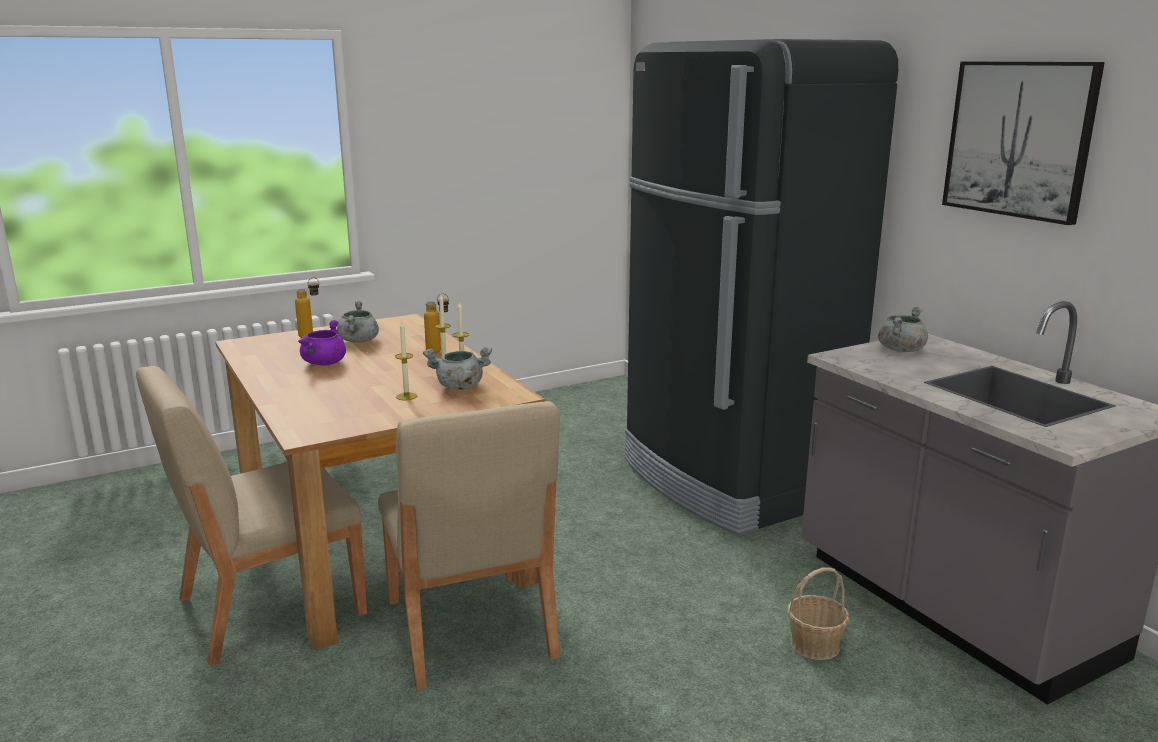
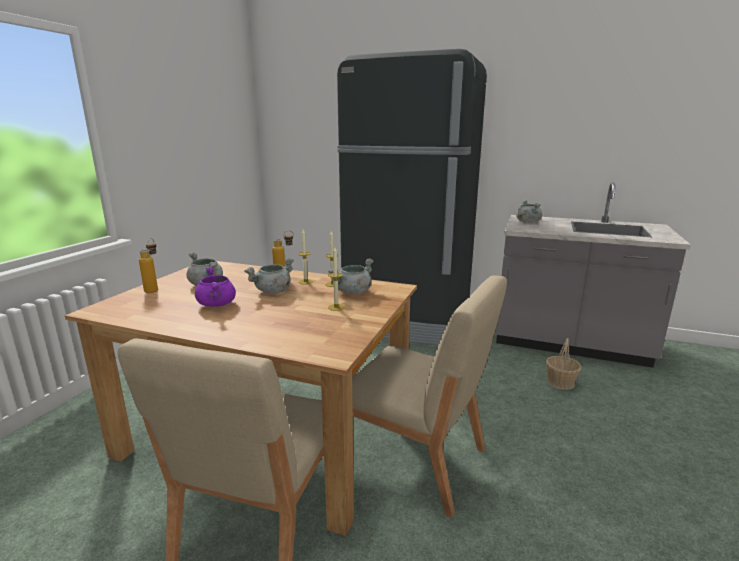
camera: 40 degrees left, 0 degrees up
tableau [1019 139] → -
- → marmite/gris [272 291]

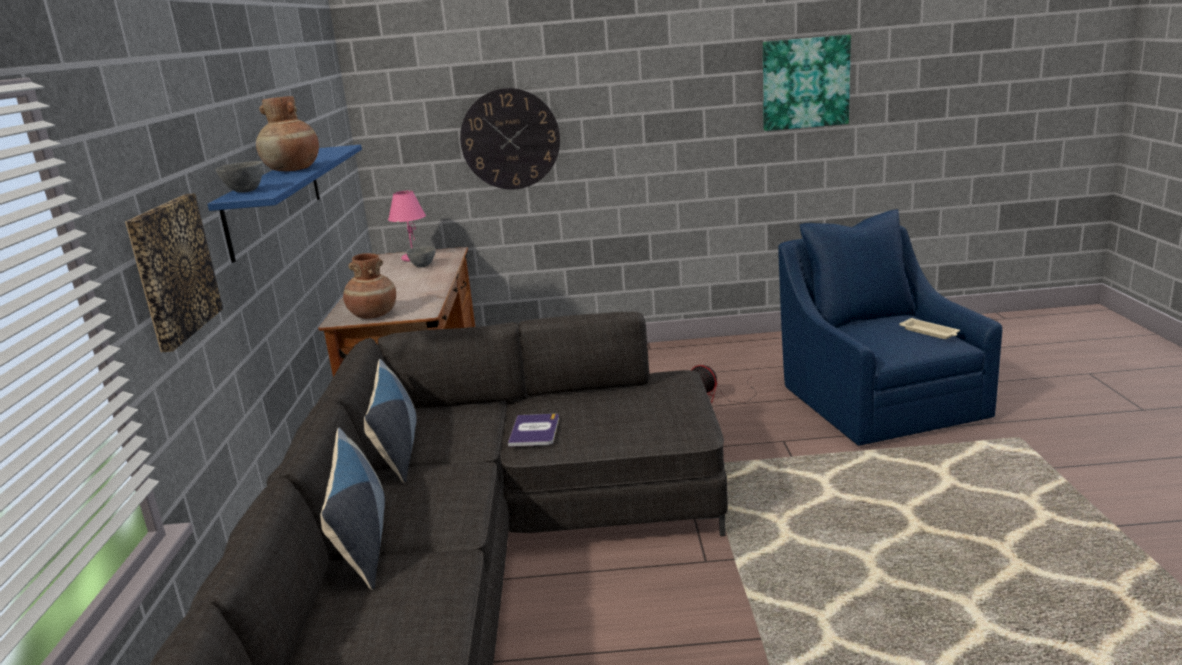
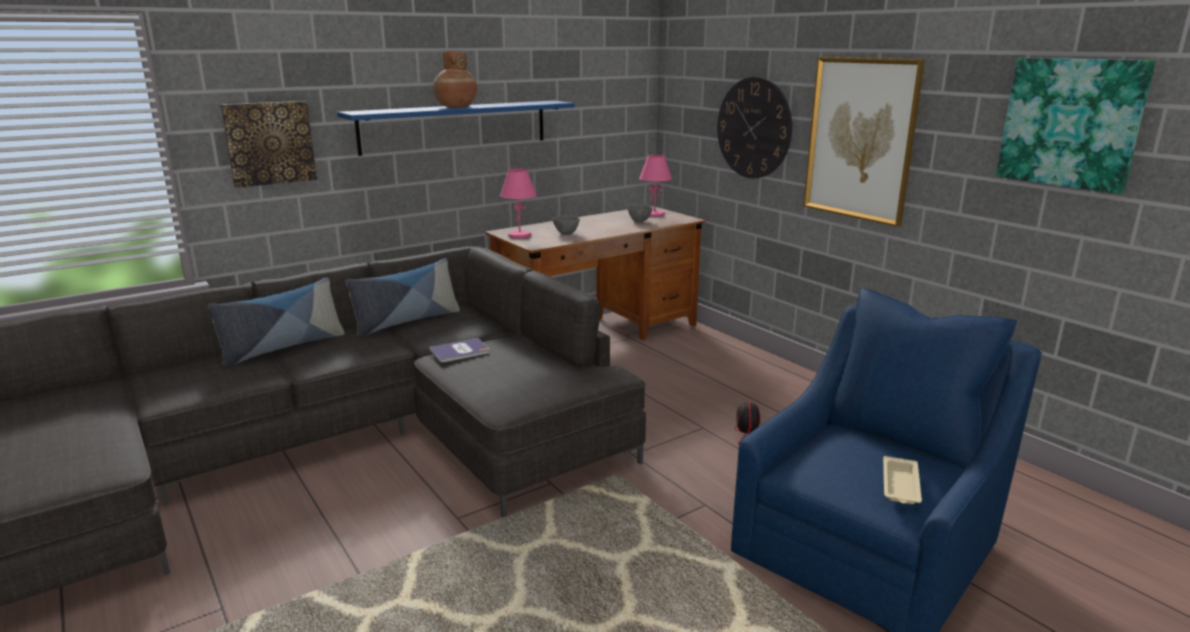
camera: 55 degrees right, 0 degrees up
bol/gris [246 191] → bol/gris [566 233], move
vase/marron [373 315] → lampe de table/rose [519 236]
- → tableau [860 139]

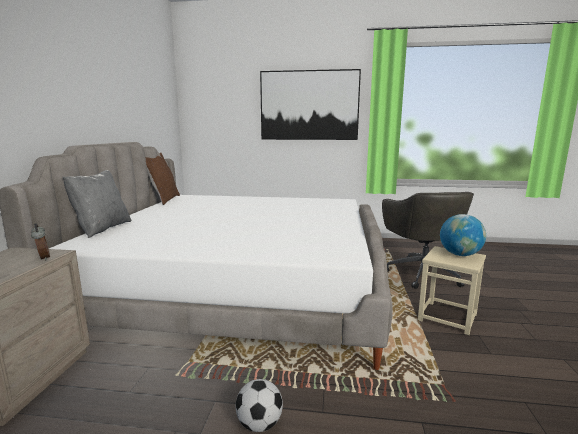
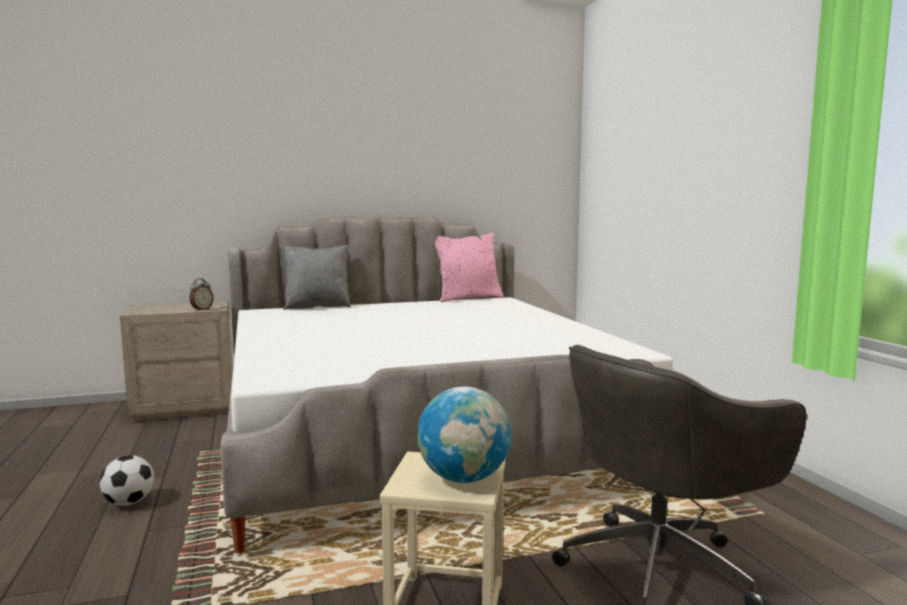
camera: 65 degrees right, 5 degrees down
coussin/marron [164 200] → coussin/rose [467 298]
tableau [309 105] → -

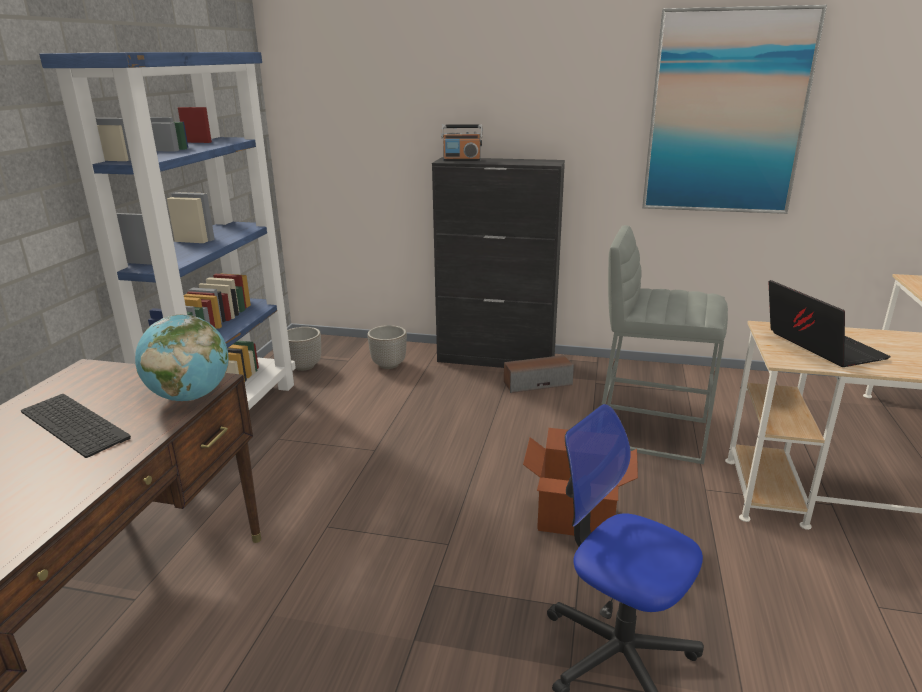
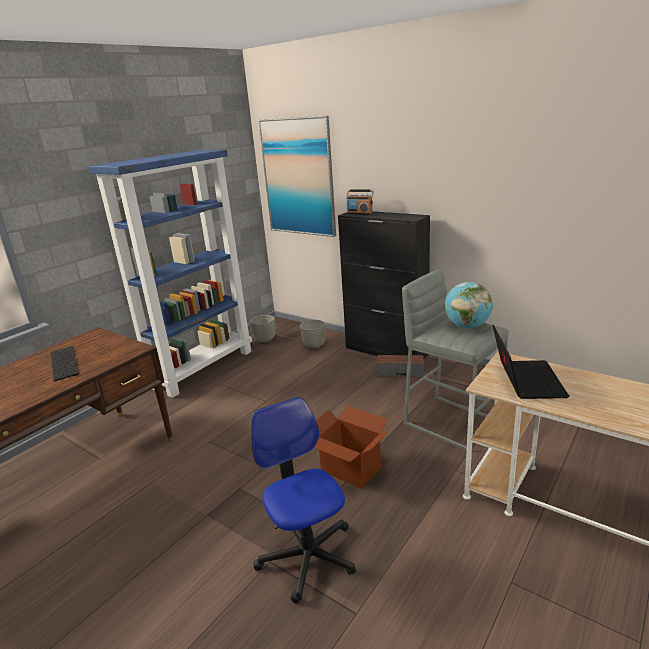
camera: 25 degrees right, 0 degrees up
globe [190 396] → globe [467 326], move
tableau [726 114] → tableau [298 177], move

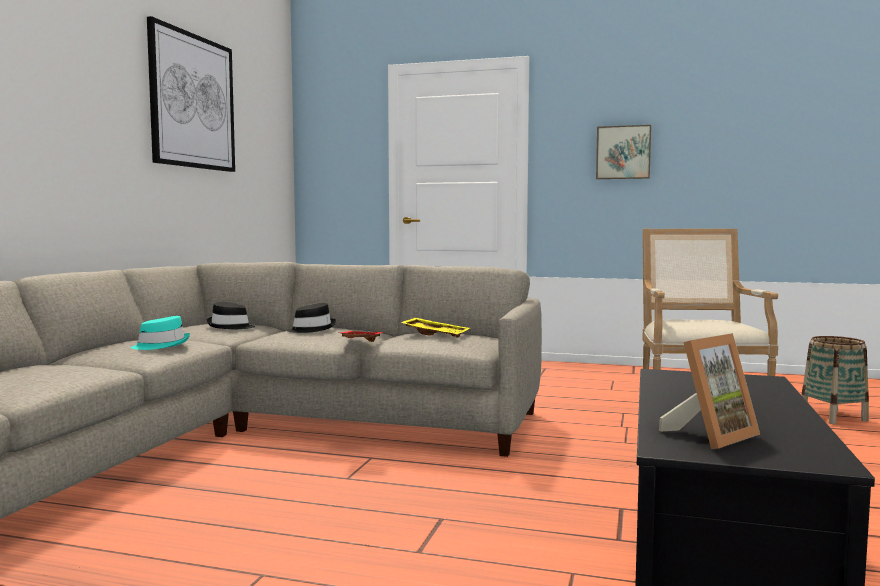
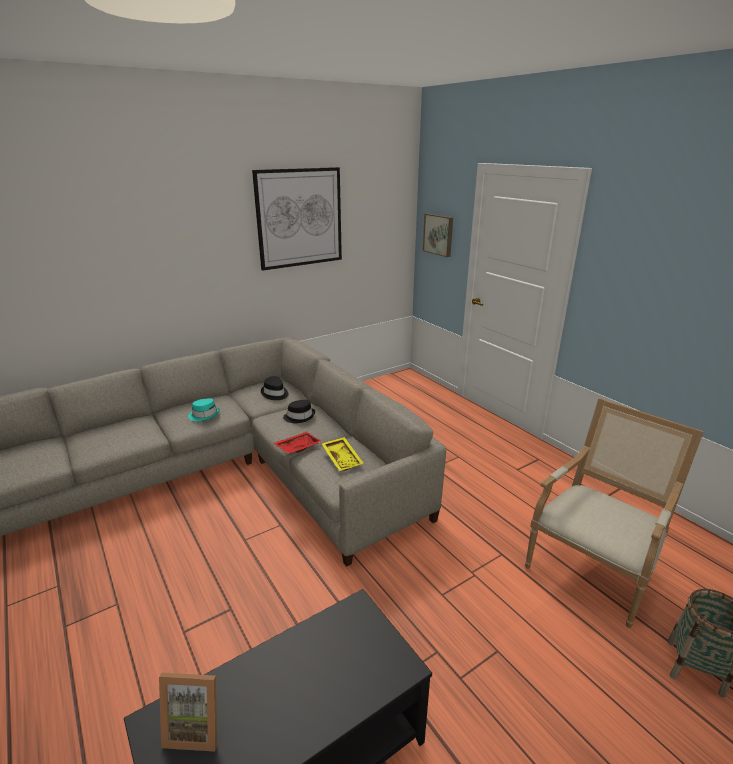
camera: 40 degrees right, 20 degrees up
tableau [623 152] → tableau [439 234], move

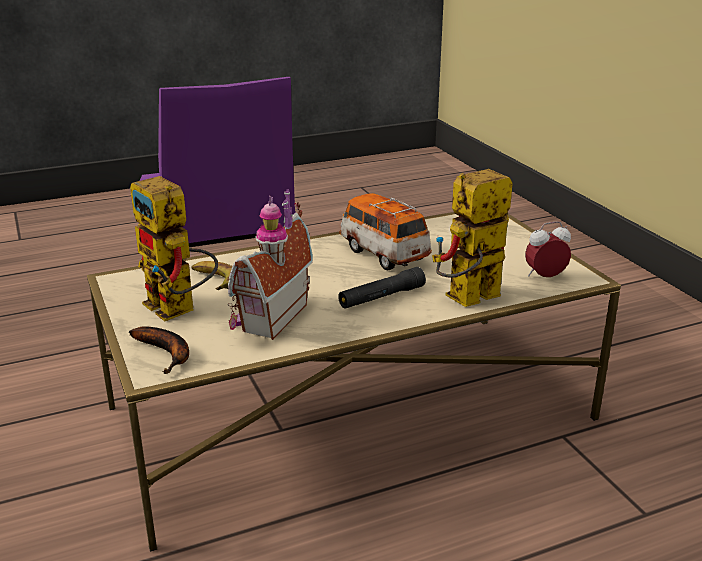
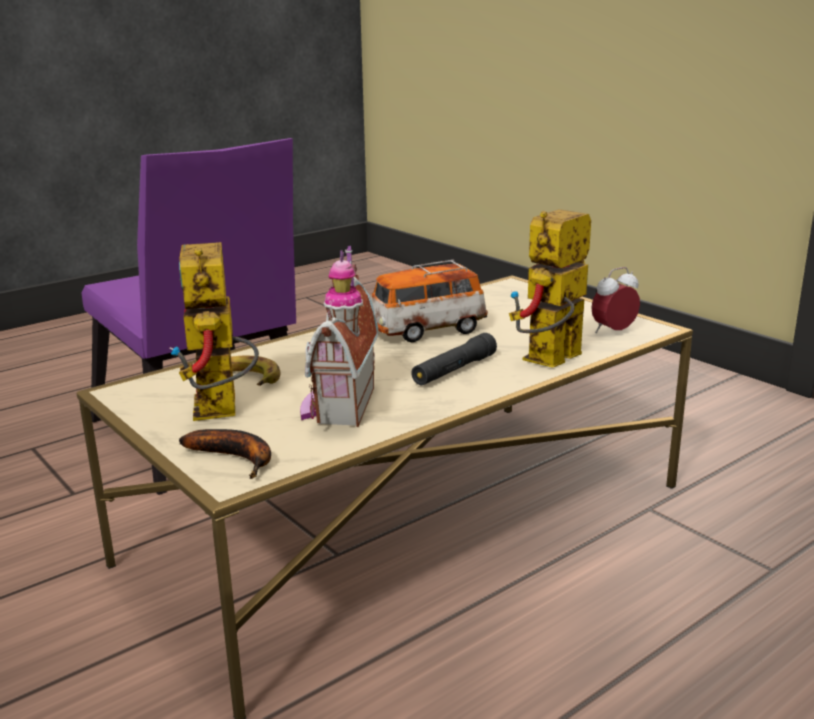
camera: 15 degrees left, 5 degrees down
robot jouet [179 310] → robot jouet [222 412], 45 degrees clockwise
petite voiture [383 254] → petite voiture [427 330], 60 degrees counterclockwise

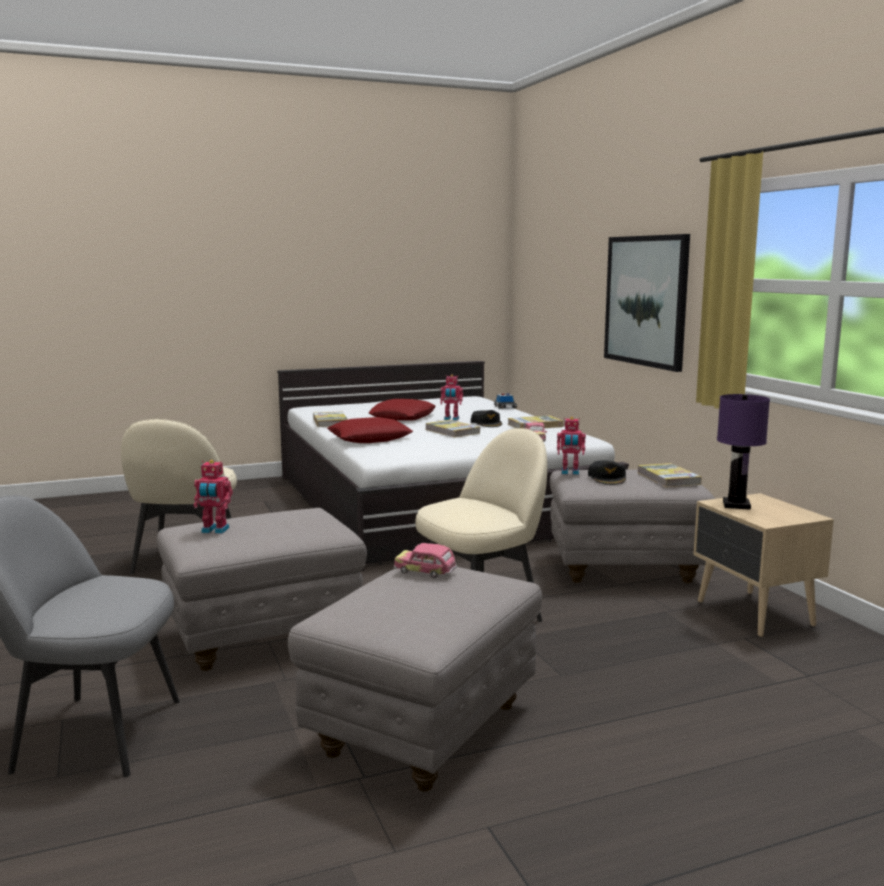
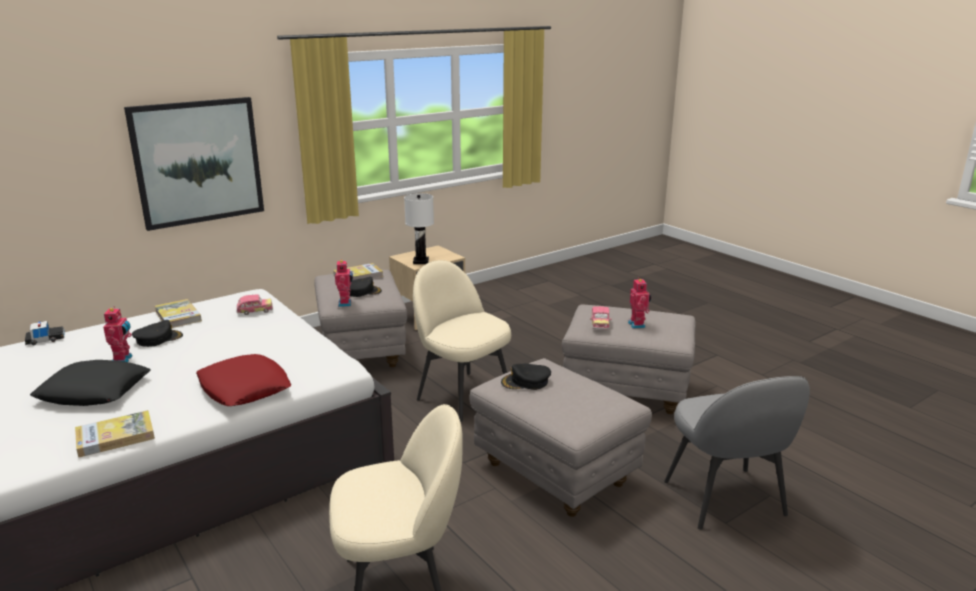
camera: 105 degrees left, 10 degrees up
robot jouet [214 530] → robot jouet [638 325], move
coussin/rouge [403 417] → coussin/noir [94 391]
livre [452 431] → -
lampe de table/violet [736 505] → lampe de table/blanc [421 261]
- → casquette/noir [526 382]

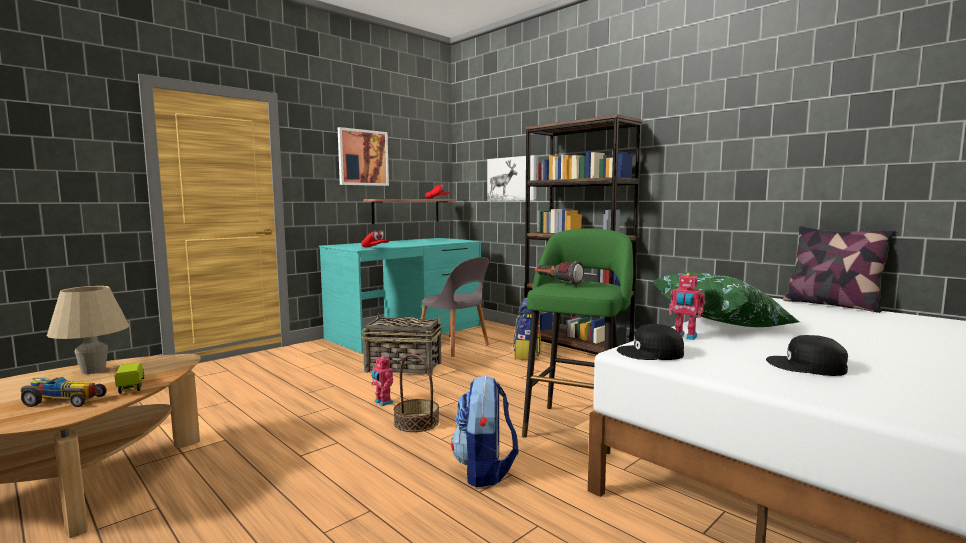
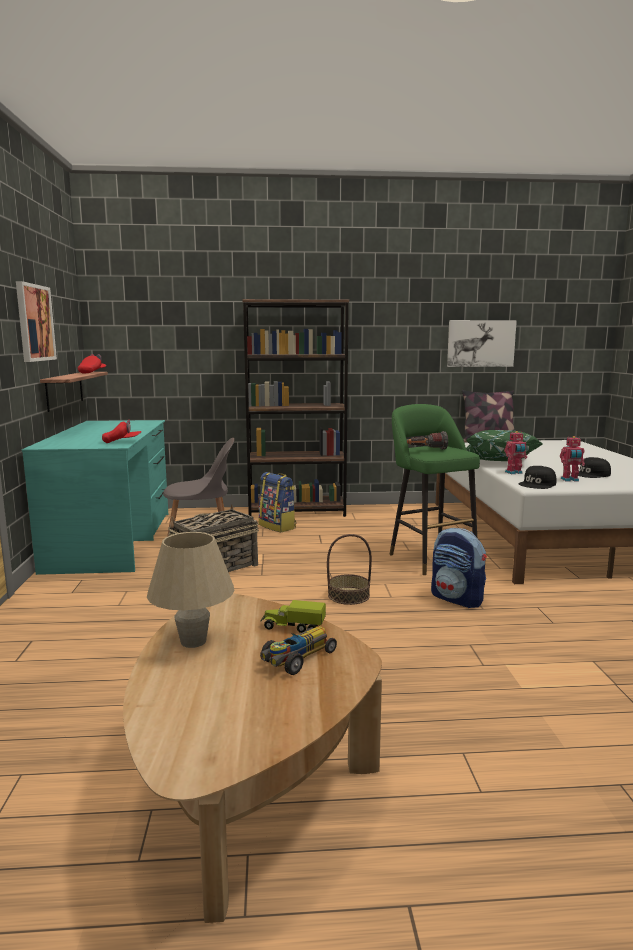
camera: 50 degrees left, 5 degrees up
robot jouet [382 402] → robot jouet [570 480], move
tableau [512 179] → tableau [480 343], move

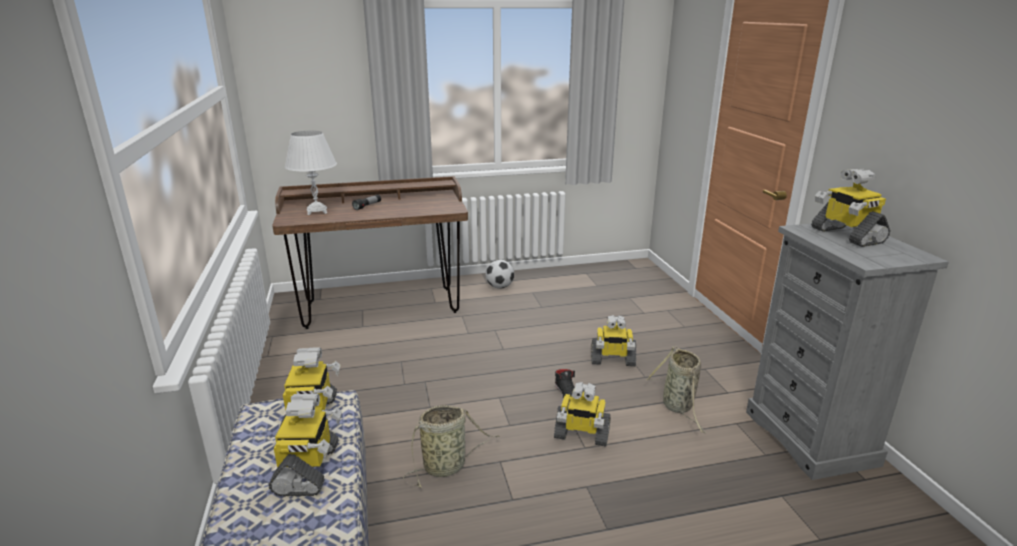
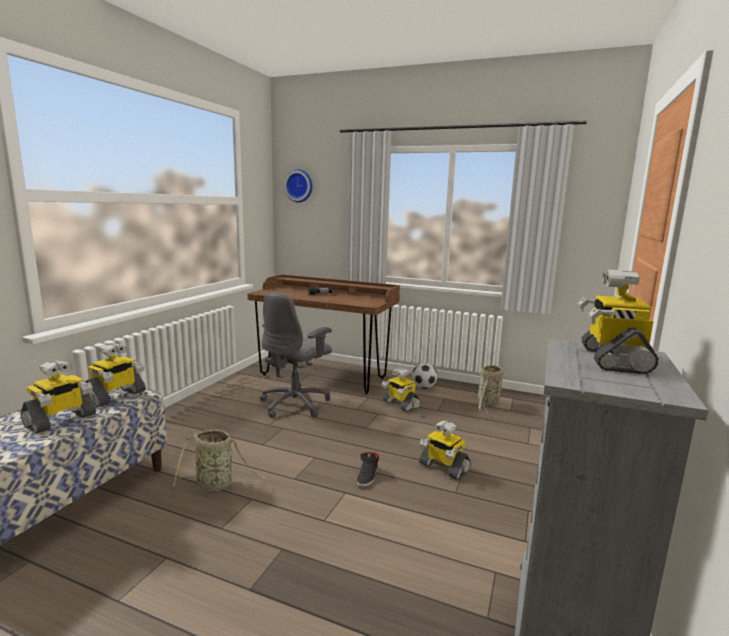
camera: 35 degrees right, 10 degrees down
lampe de table/blanc [317 211] → -
robot jouet [581 434] → robot jouet [400 404], move
panier [678 407] → panier [487 404], move
- → chaise de bureau/gris [296 404]
- → horloge murale [299 186]

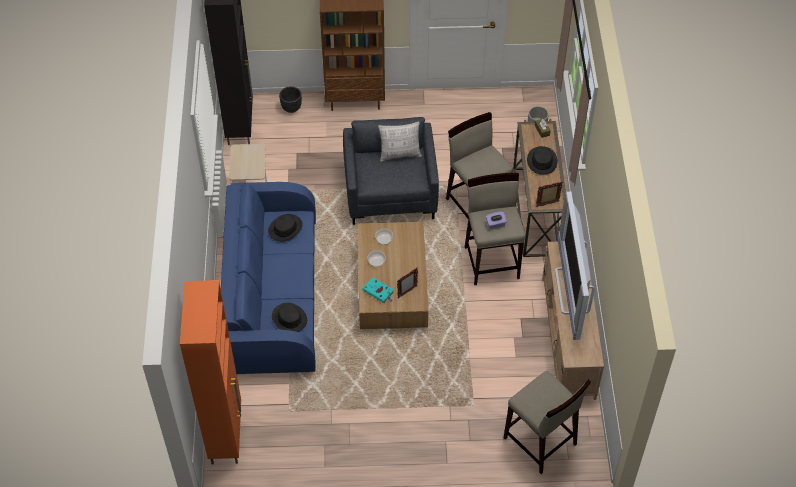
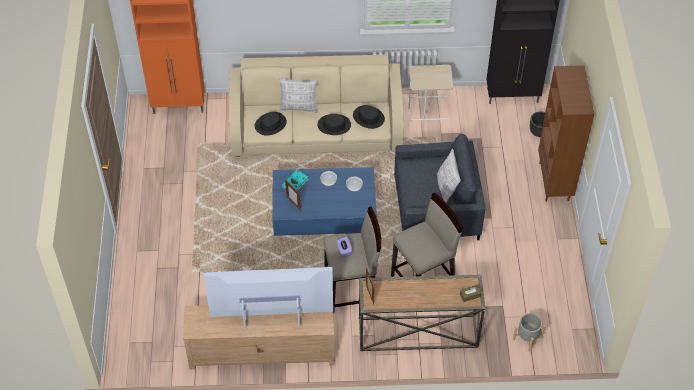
camera: 90 degrees right, 0 degrees up
canapé/bleu [273 294] → canapé/beige [317 128]
table basse/marron [392 285] → table basse/bleu [324 212]
tabouret/beige [540 442] → -
chapeau/noir [542 161] → chapeau/noir [334 125], move
- → coussin [298 107]

